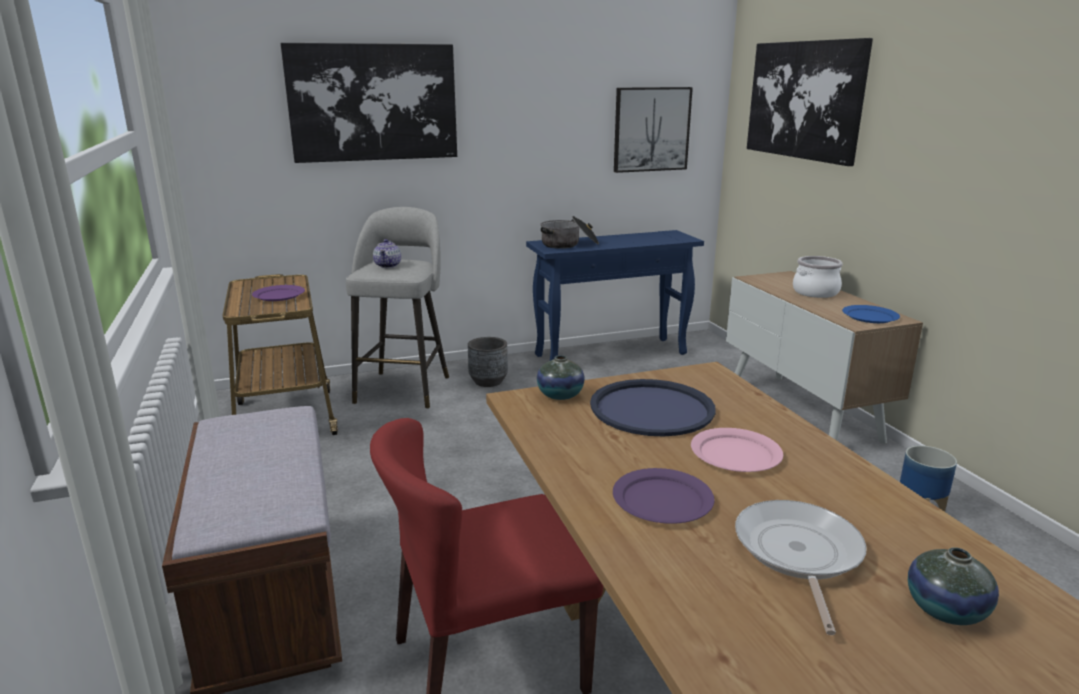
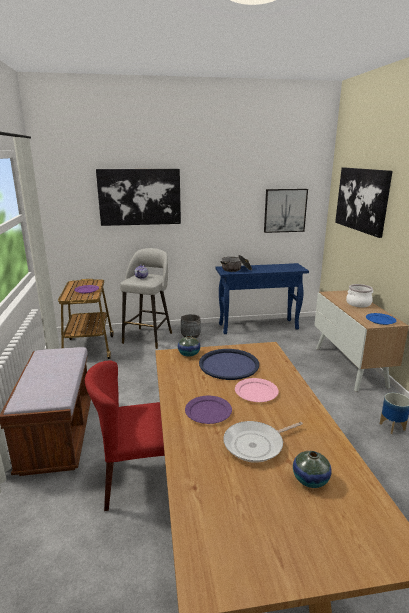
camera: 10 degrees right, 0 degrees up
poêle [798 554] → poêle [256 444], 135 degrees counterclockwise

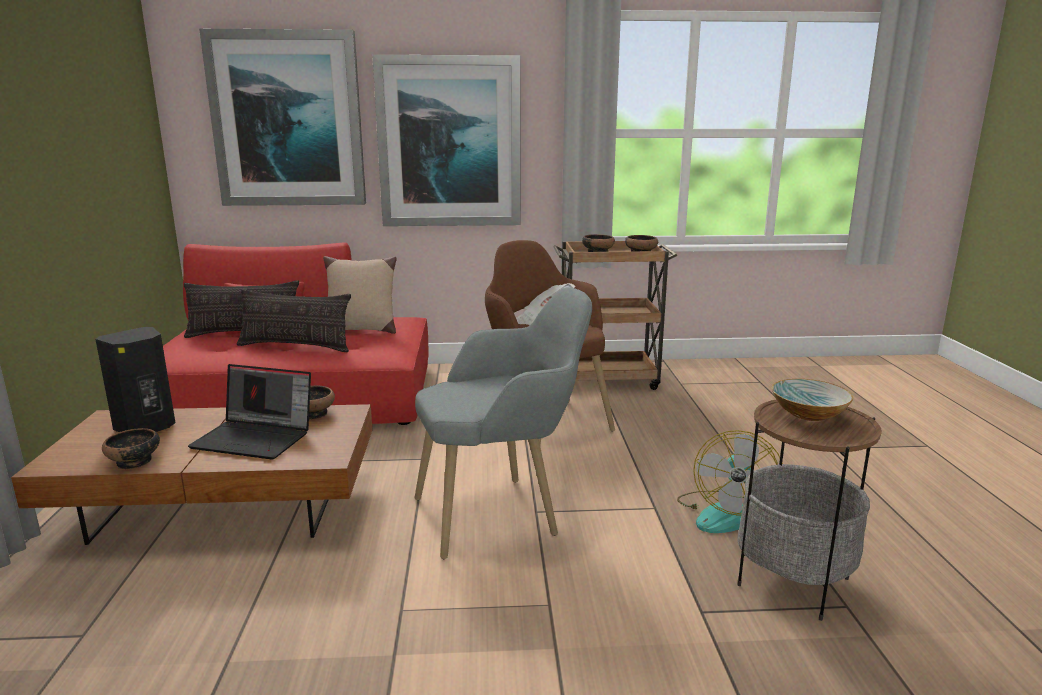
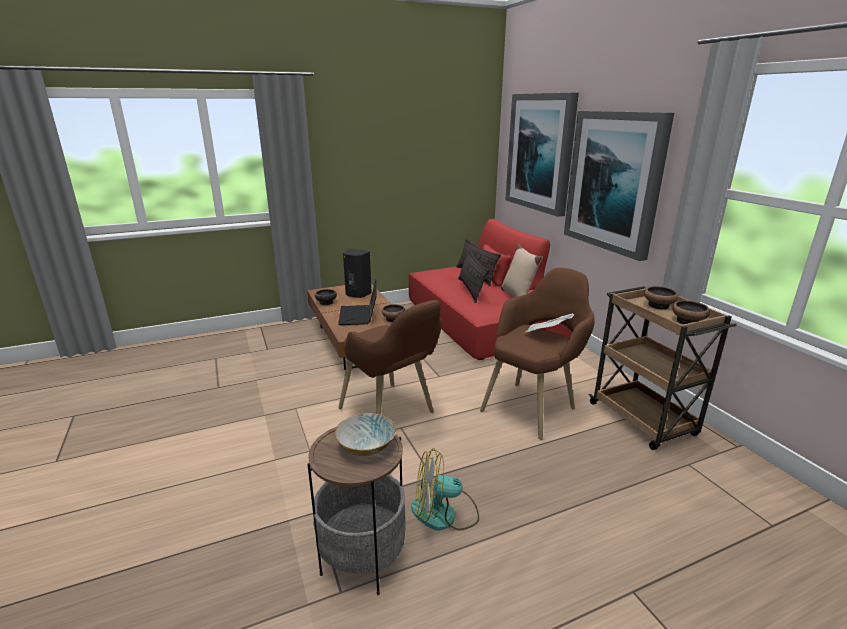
camera: 70 degrees right, 5 degrees up
fauteuil/gris [503 512] → fauteuil/marron [393 416]

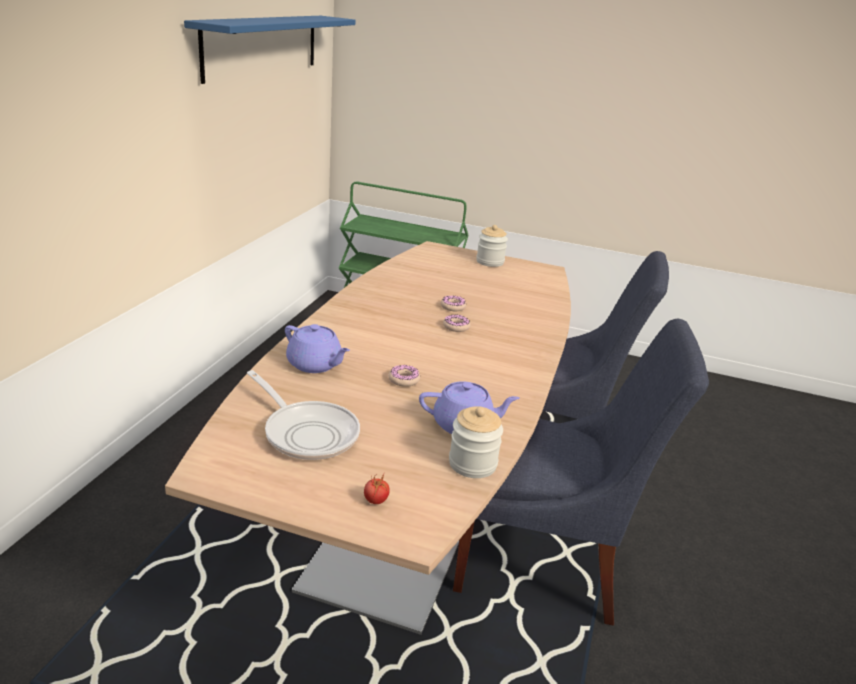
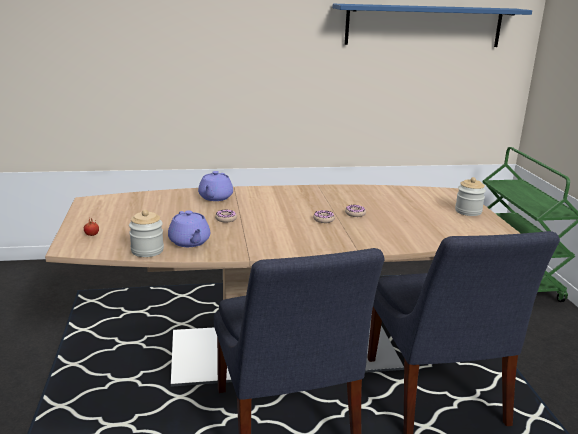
camera: 65 degrees right, 5 degrees down
poêle [307 432] → -

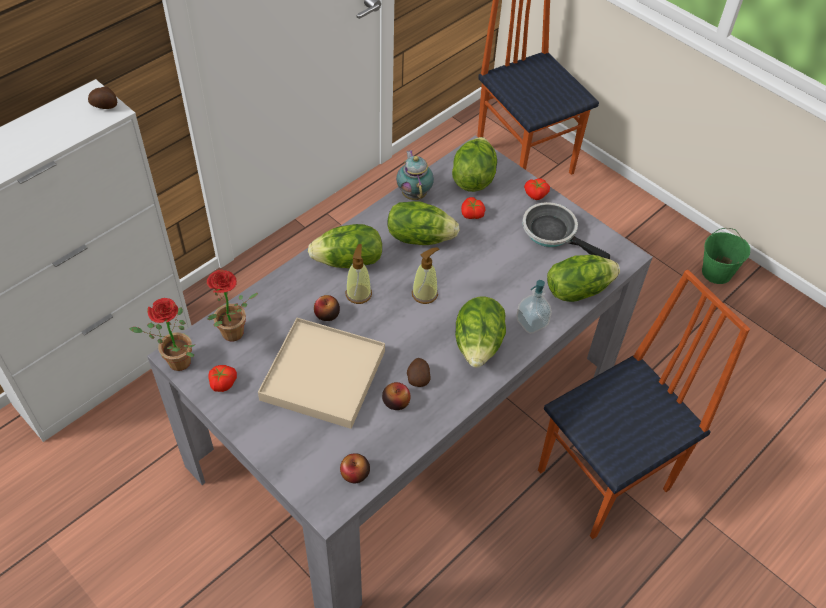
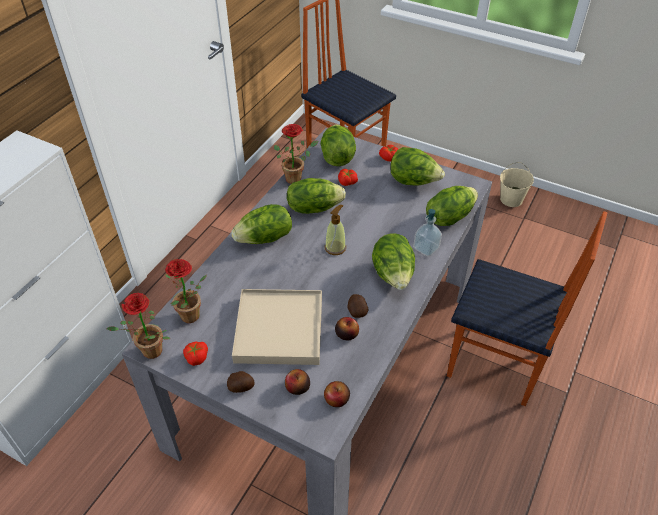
camera: 15 degrees left, 5 degrees down
pomme de terre [105 106] → pomme de terre [241 387], move
pomme [327 314] → pomme [297 387], move
distributeur de savon [358 294] → -
théière [414 193] → plante en pot [296 178]
poêle [553 233] → laitue [413 181]
chaise [605 481] → chaise [495 366], 75 degrees clockwise
seau/vert [717 272] → seau/beige [511 199]

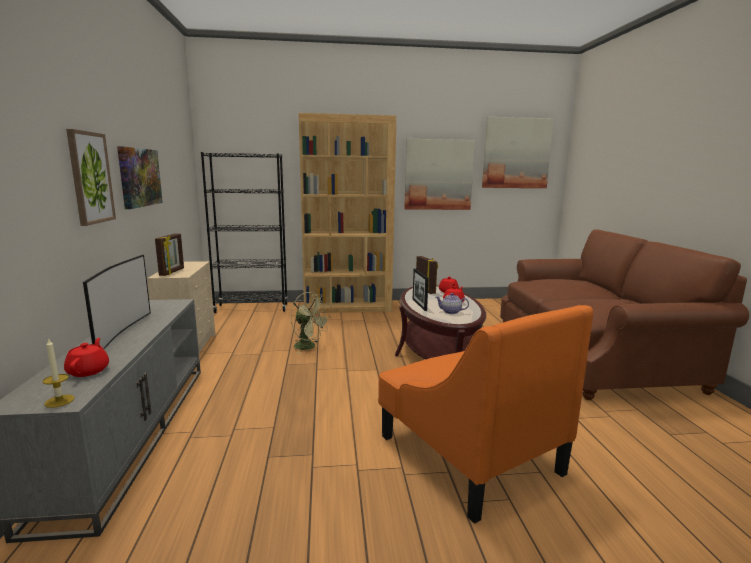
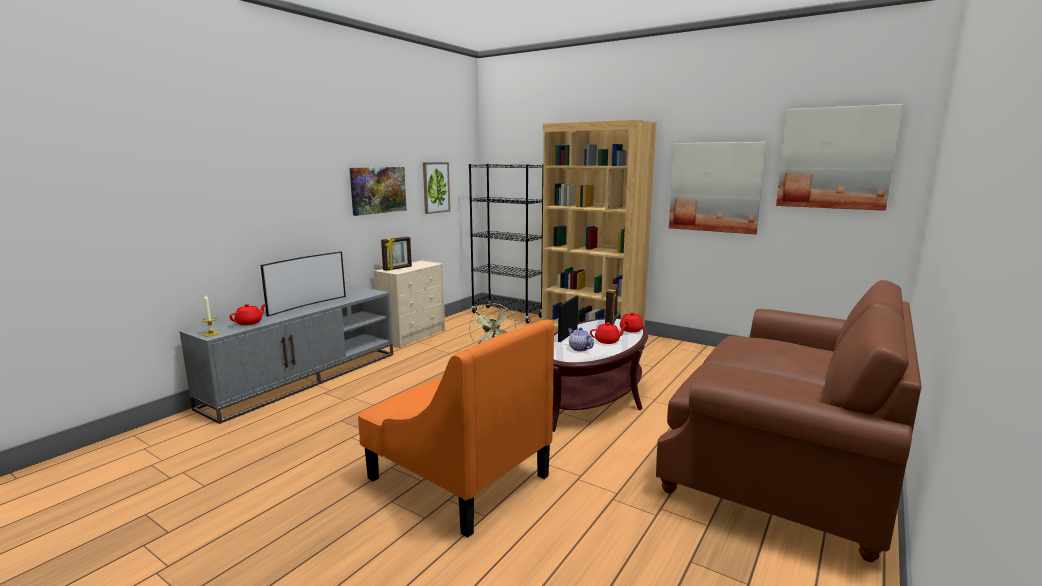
camera: 40 degrees right, 0 degrees up
tableau [90 178] → tableau [435 187], move
fauteuil/orange [467 453] → fauteuil/orange [457 477], 60 degrees counterclockwise

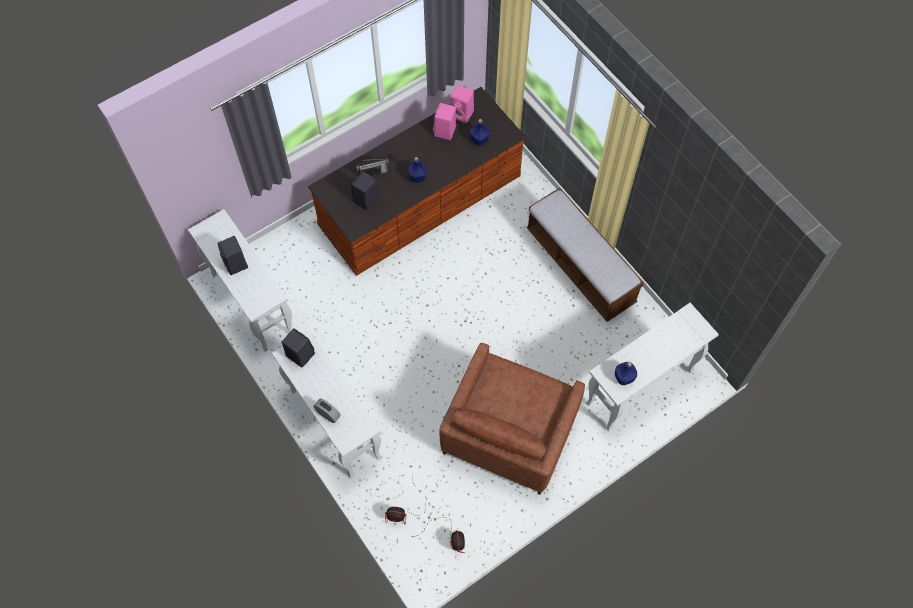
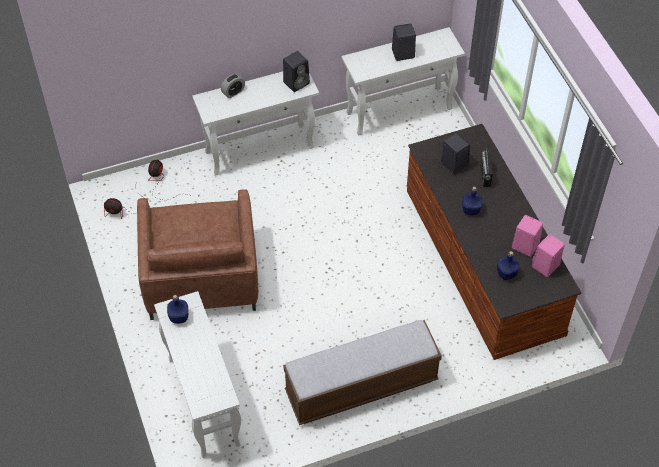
camera: 105 degrees right, 10 degrees down
fauteuil/marron [509 432] → fauteuil/marron [200 276], 135 degrees counterclockwise

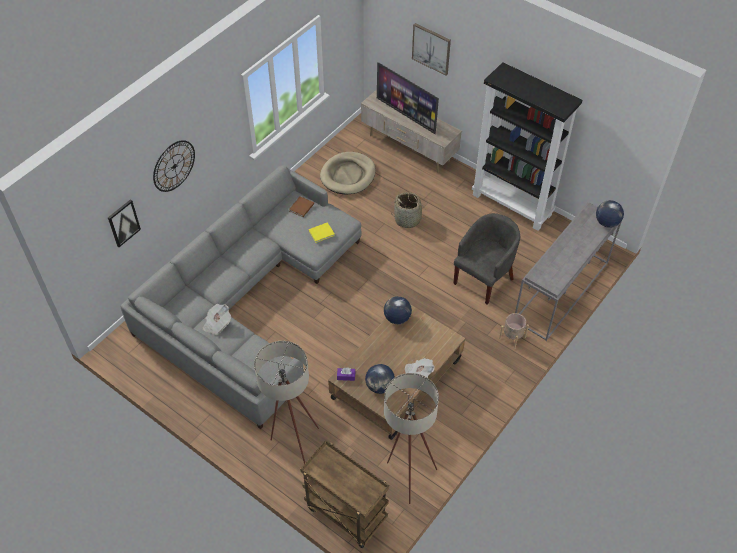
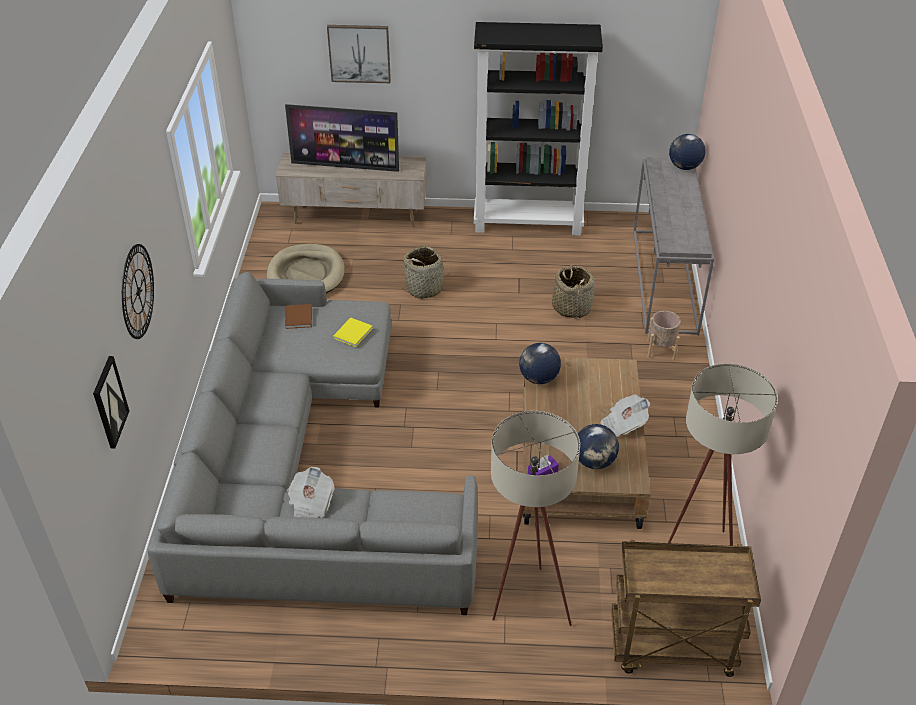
camera: 35 degrees left, 10 degrees down
fauteuil/gris [484 279] → panier [571 307]

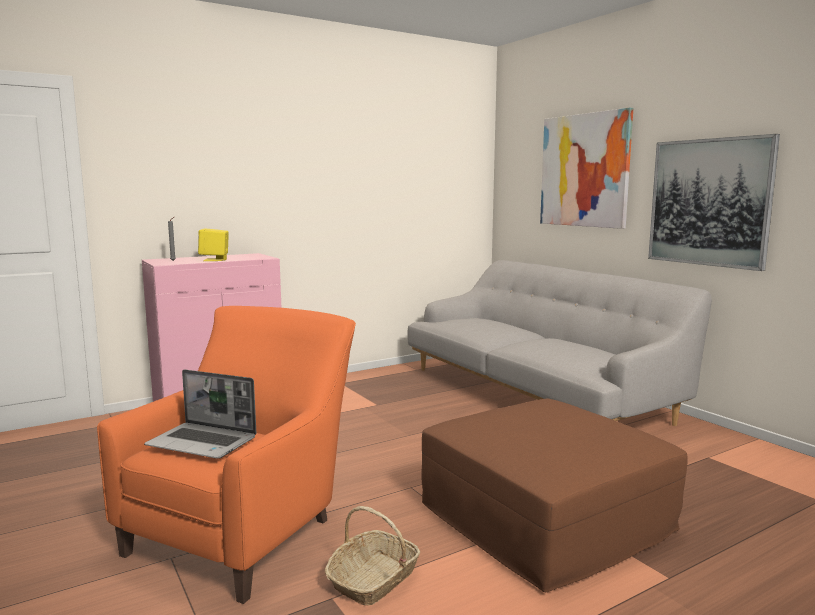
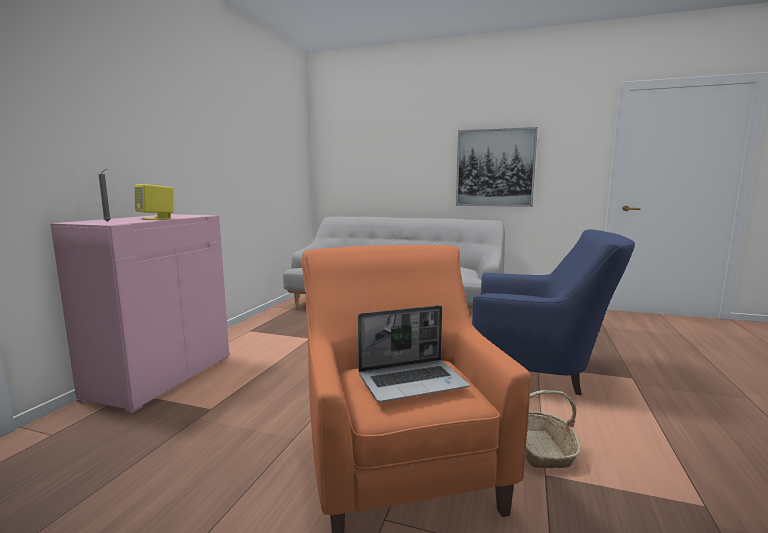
camera: 40 degrees left, 0 degrees up
pouf/marron [546 518] → fauteuil/bleu [538 371]
tableau [584 170] → -

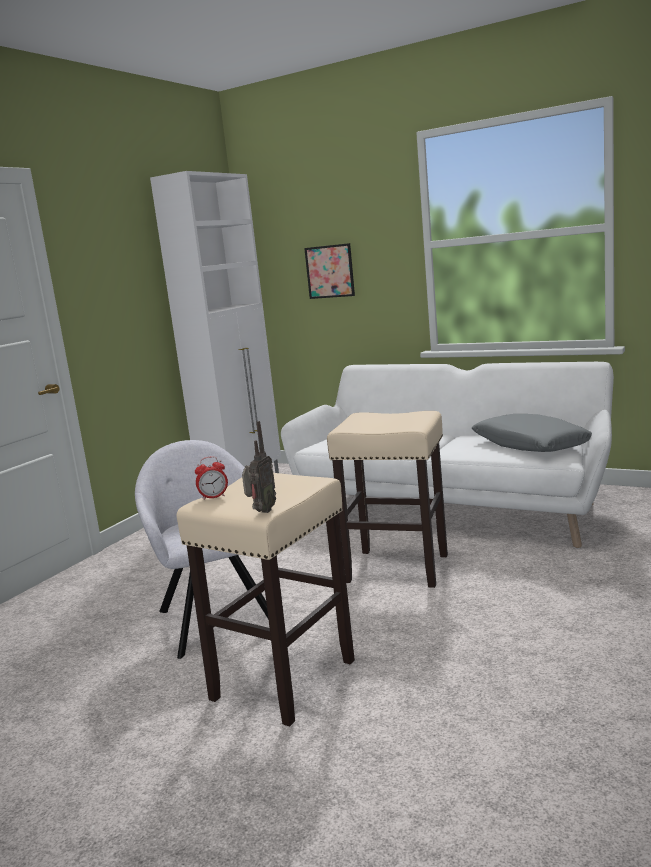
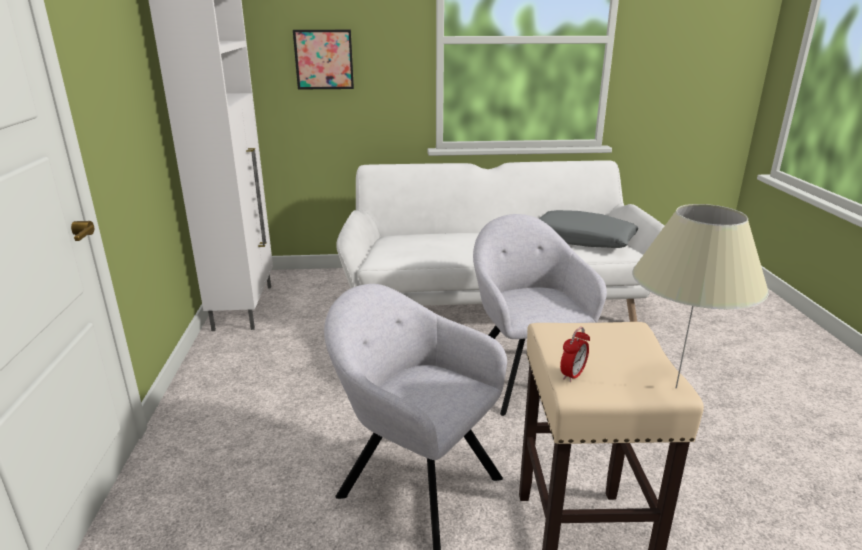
camera: 35 degrees left, 10 degrees up
radio [261 512] → lampe de table/beige [675 388]
tabouret/beige [398 568] → fauteuil/gris [524 376]

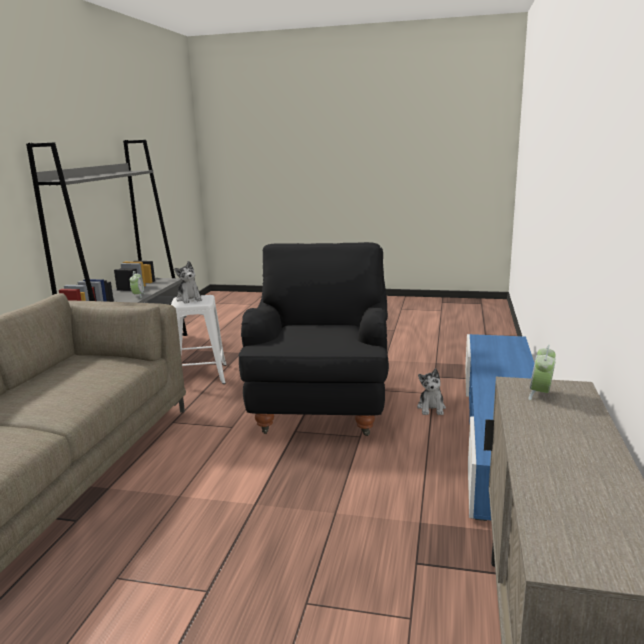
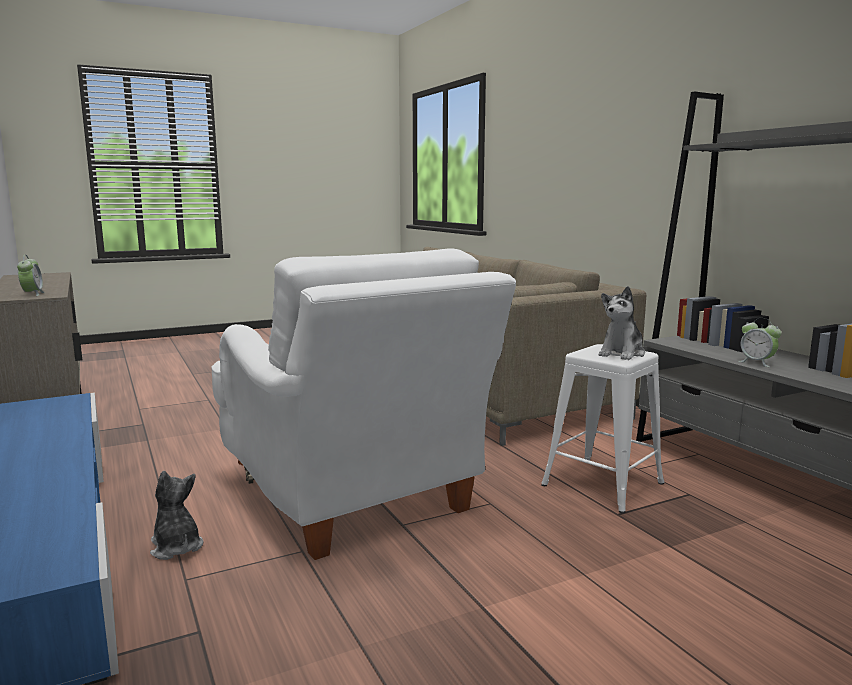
camera: 140 degrees right, 5 degrees down
peluche [189 299] → peluche [622 353], 75 degrees counterclockwise
fauteuil/noir [322 405] → fauteuil/blanc [354 499]

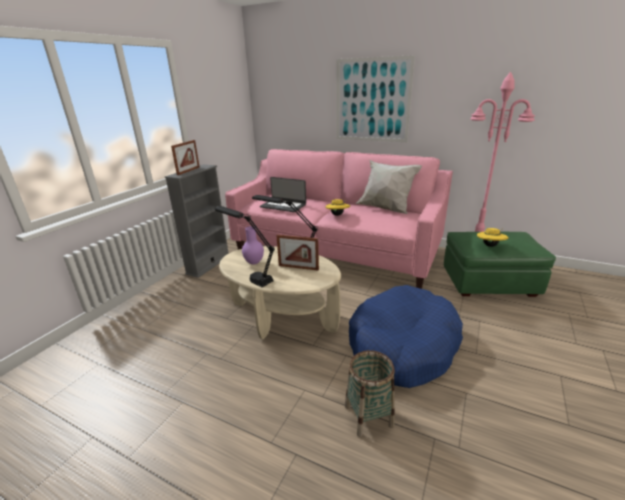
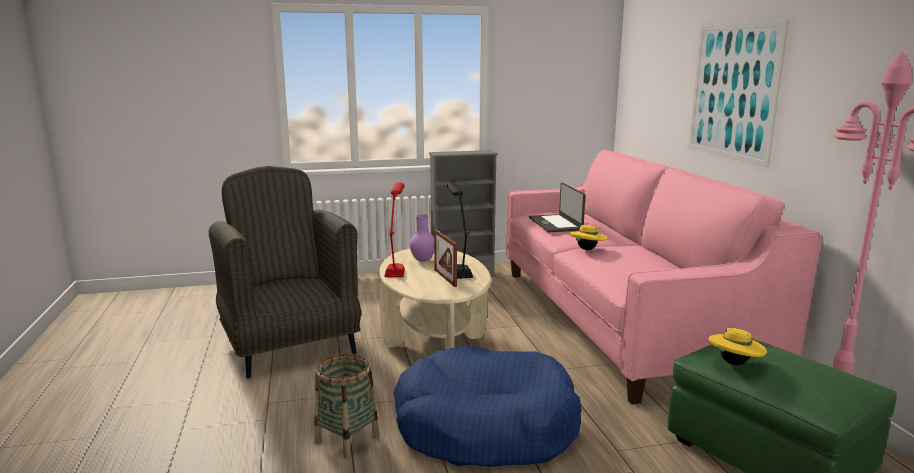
camera: 50 degrees right, 10 degrees down
cadre photo [188 171] → -
lampe de table/noir [249 275] → lampe de table/rouge [397 266]
coussin/blanc [385 209] → -
- → fauteuil/gris [290 346]

